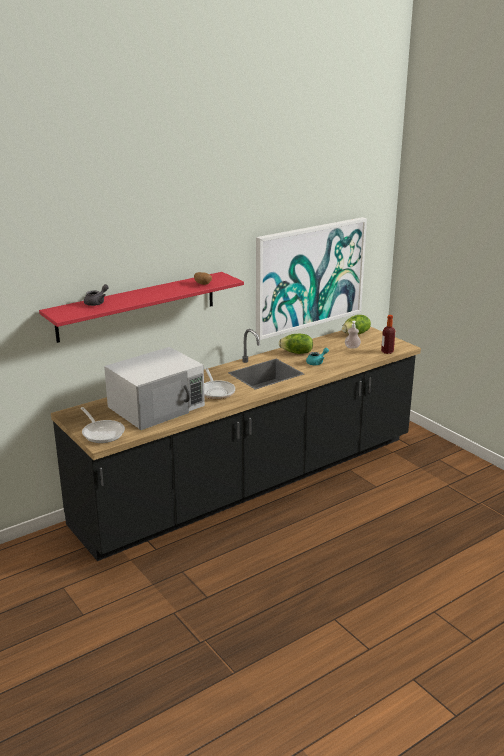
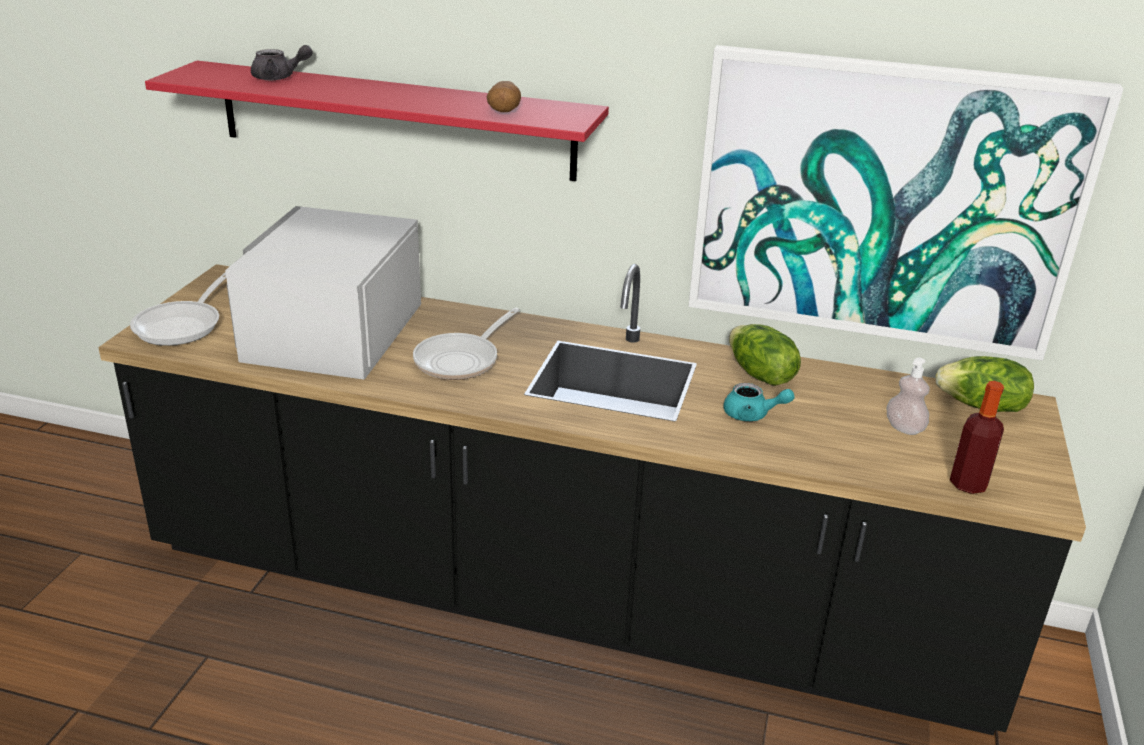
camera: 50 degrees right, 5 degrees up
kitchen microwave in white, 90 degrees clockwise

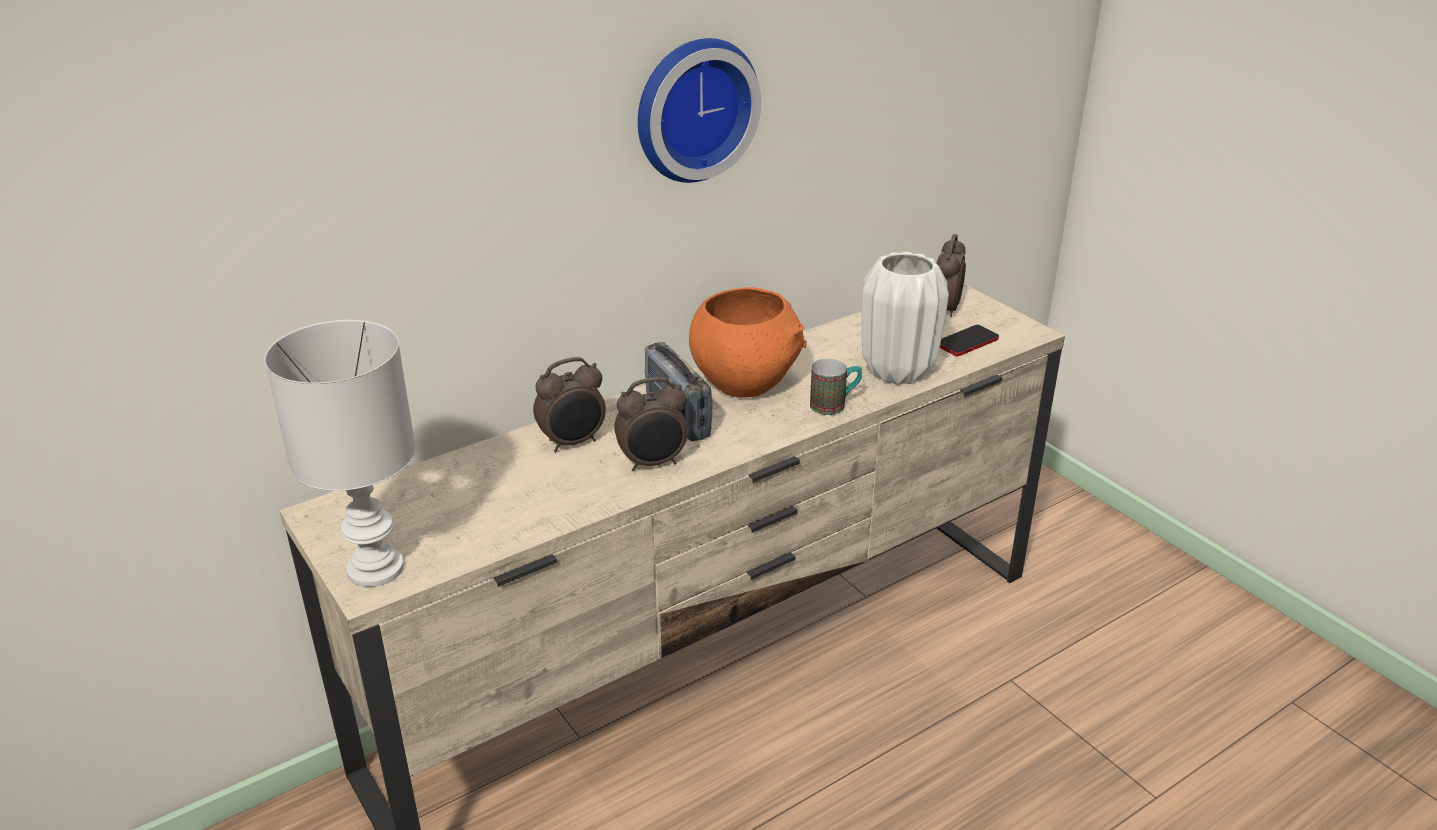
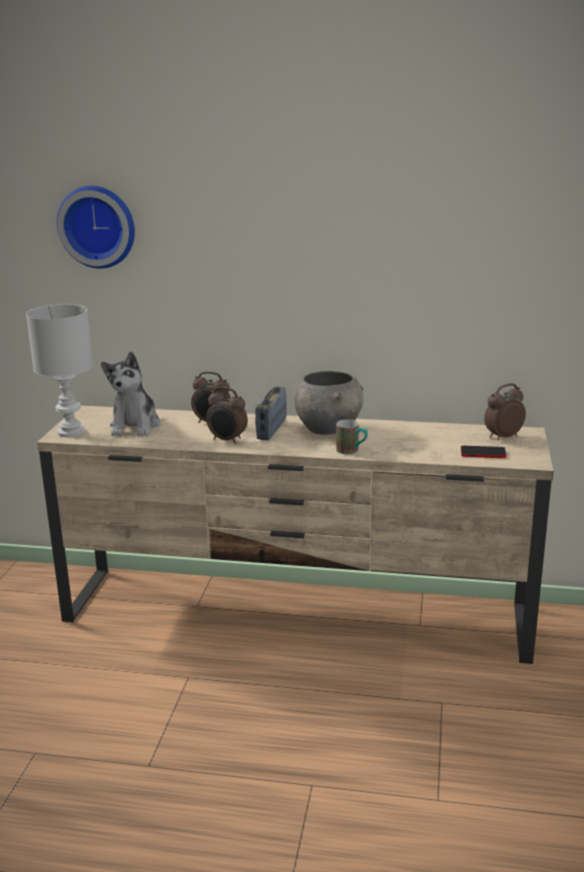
camera: 45 degrees right, 10 degrees down
flower vase in white → -
- → soft toy
hanging clock, moved
serving bowl in orange-coloured → serving bowl in gray

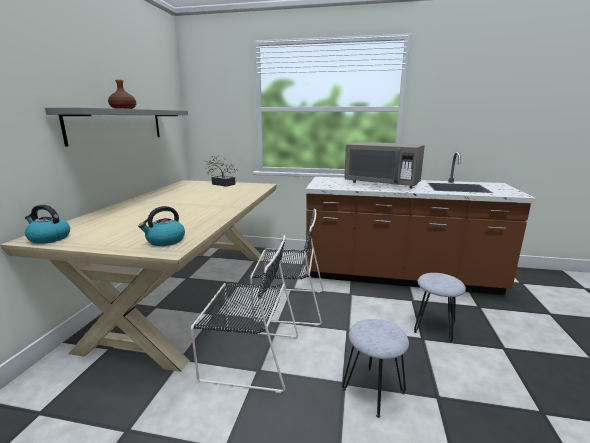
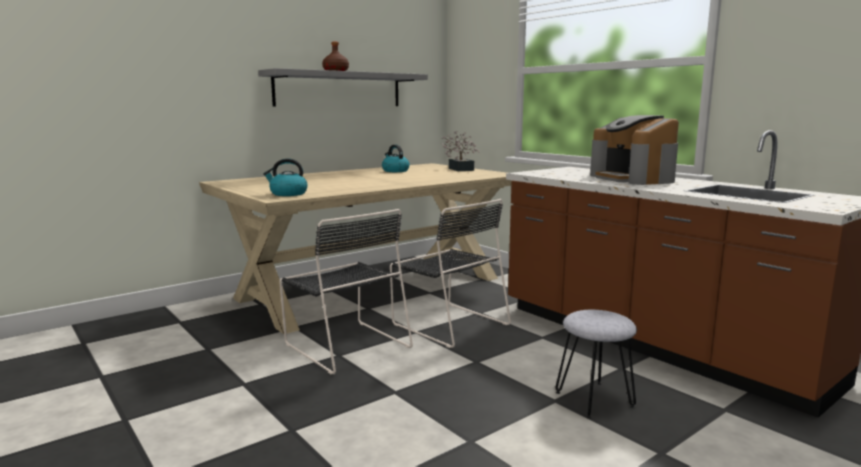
camera: 40 degrees right, 5 degrees down
stool seat in gray (1st from left) → -
kettle (1st from left in the first image) → kettle (2nd from left), moved
kitchen microwave in gray → coffee brewer

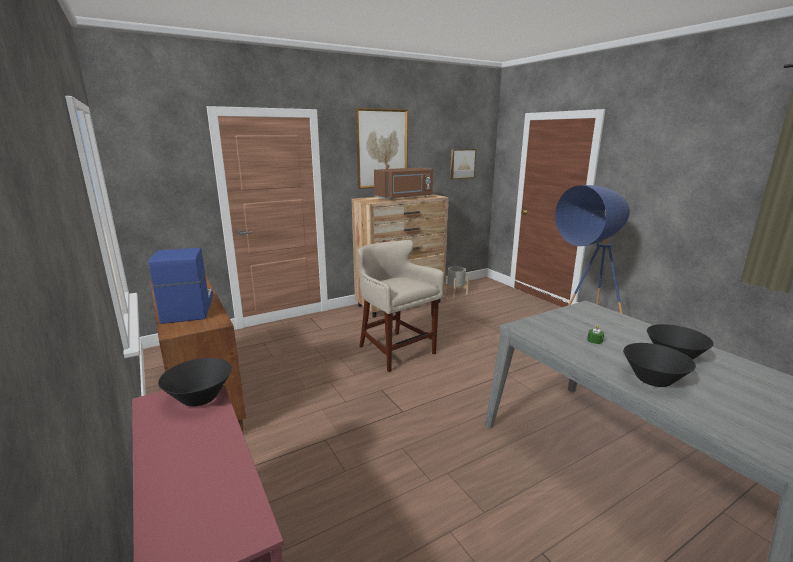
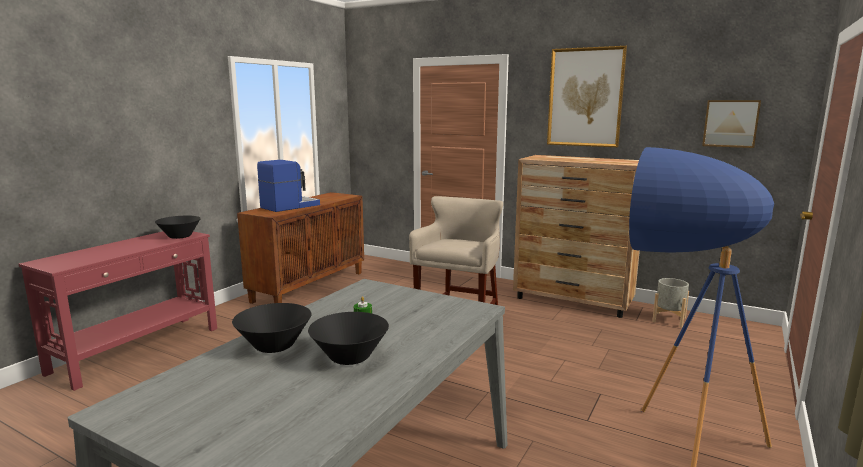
camera: 60 degrees right, 5 degrees down
kitchen microwave in brown-coloured → -

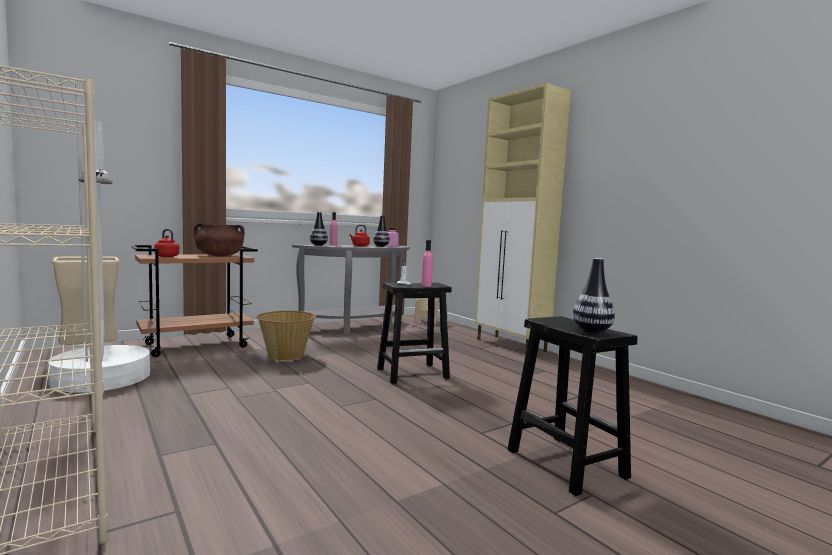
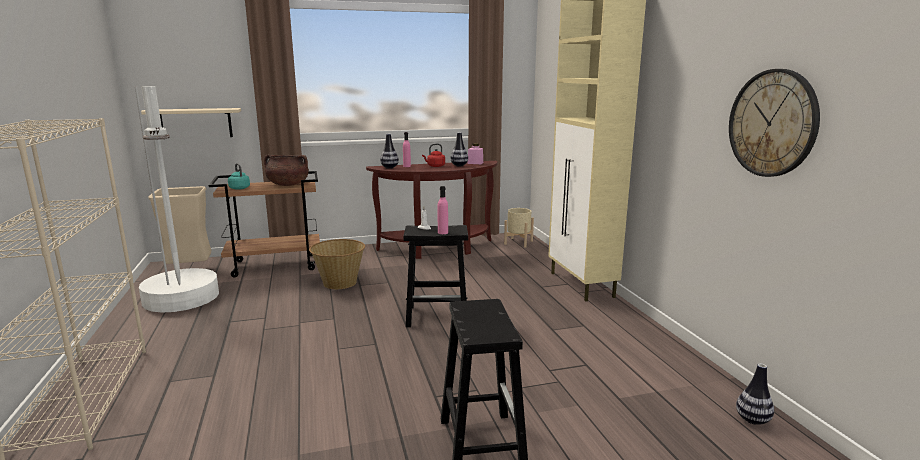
camera: 20 degrees right, 10 degrees up
- → shelf in beige
- → hanging clock
flower vase (3rd from left), moved
kettle in red-coloured (1st from left) → kettle in blue-green
hall table in gray → hall table in brown-coloured

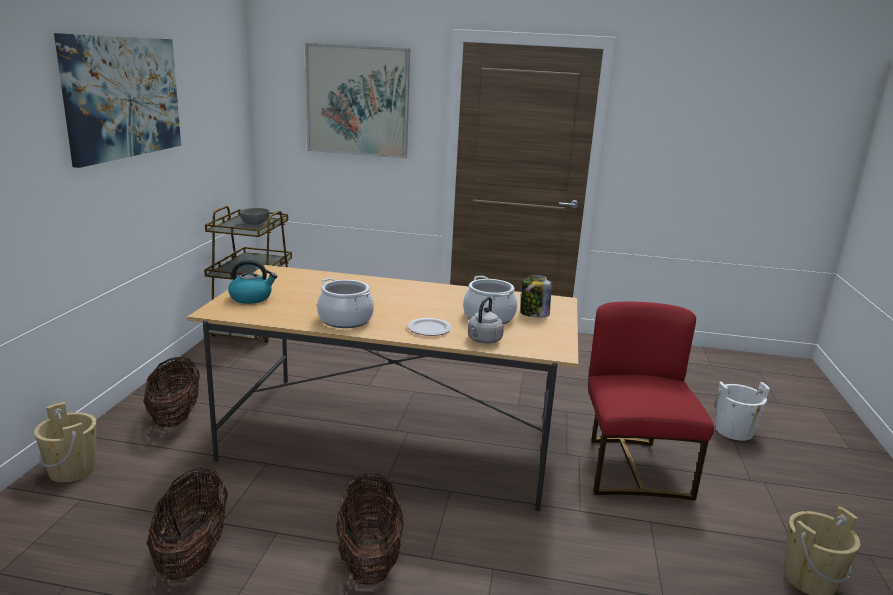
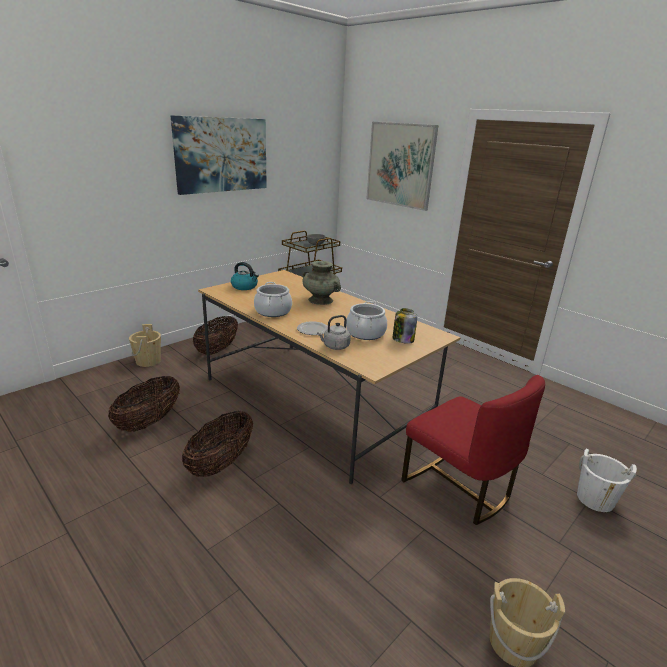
camera: 35 degrees right, 5 degrees up
- → flower vase in blue-green
plain chair in red-coloured, 105 degrees clockwise

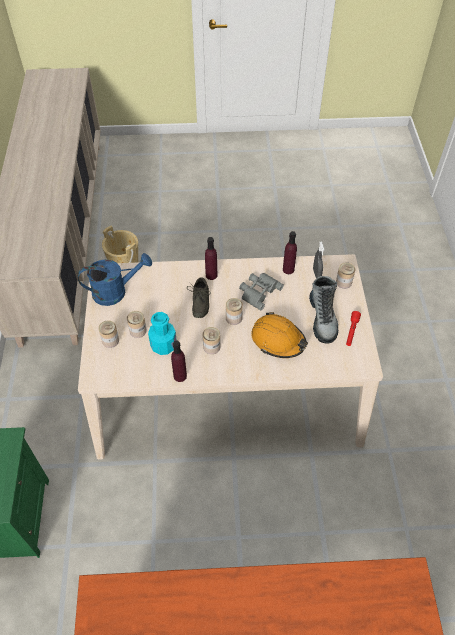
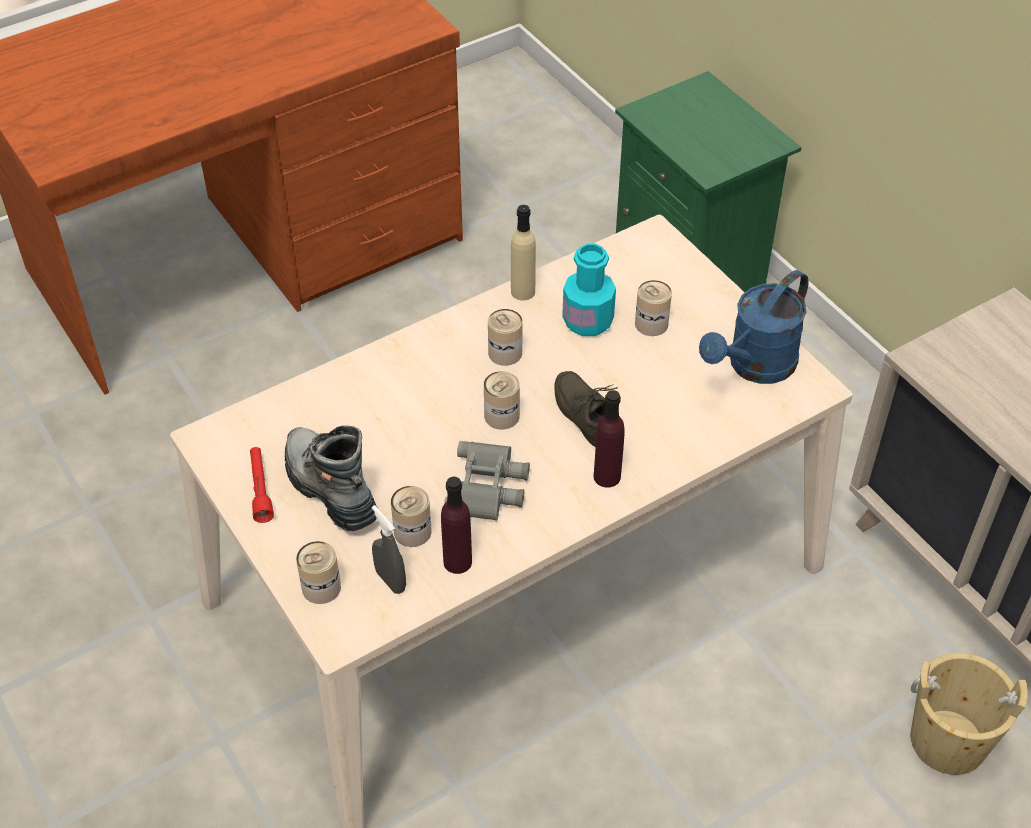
camera: 150 degrees right, 5 degrees down
safety helmet in orange-coloured → -
sealed can (1st from left in the first image) → sealed can (2nd from left), moved
bottle in purplish (1st from left) → bottle in beige

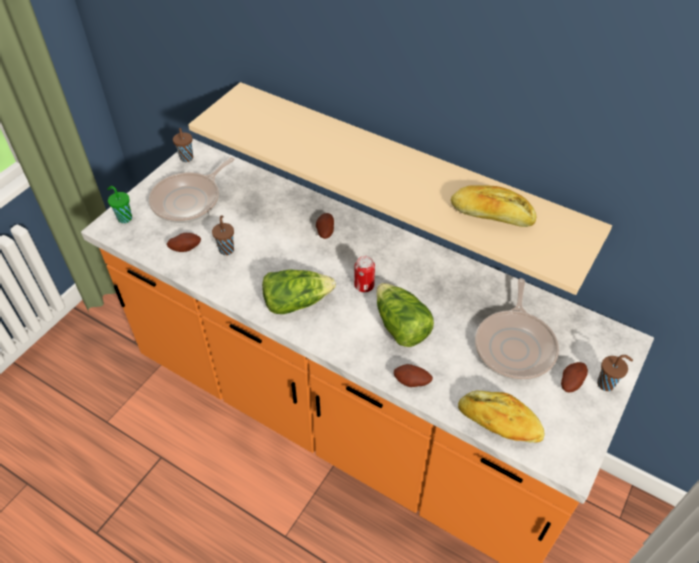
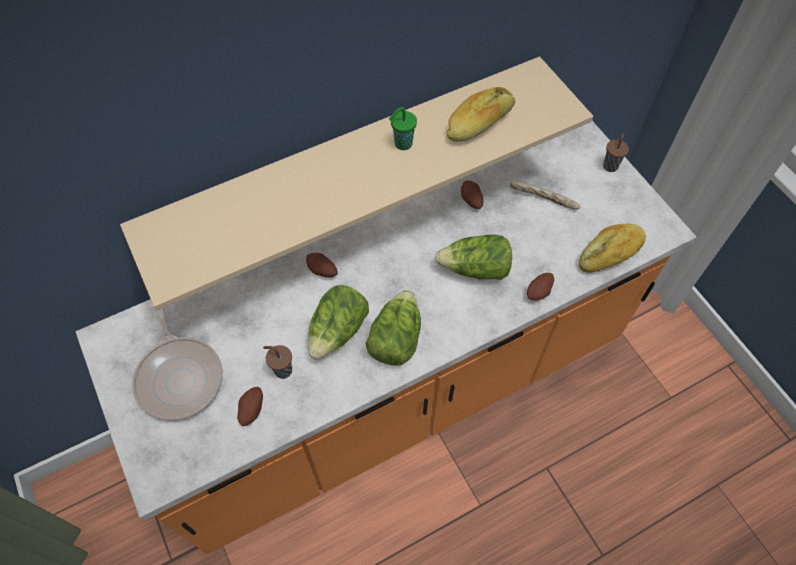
camera: 60 degrees left, 10 degrees up
drinking cup in brown-coloured (1st from left) → -
sealed can → -
- → lettuce head (1st from left)
drinking cup in green, moved
spud (4th from left in the first image) → spud (3rd from left), moved
pan (2nd from left) → bakery bread (2nd from left)

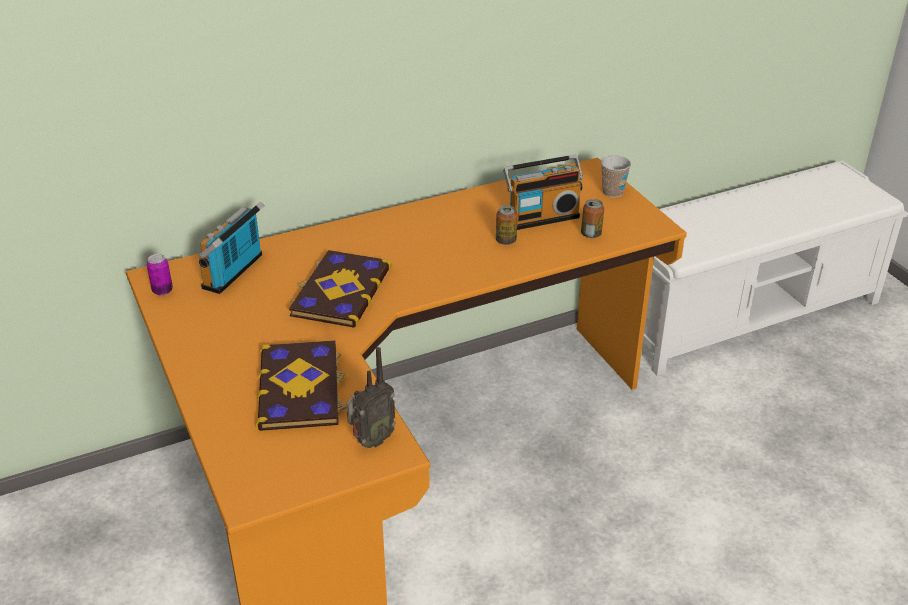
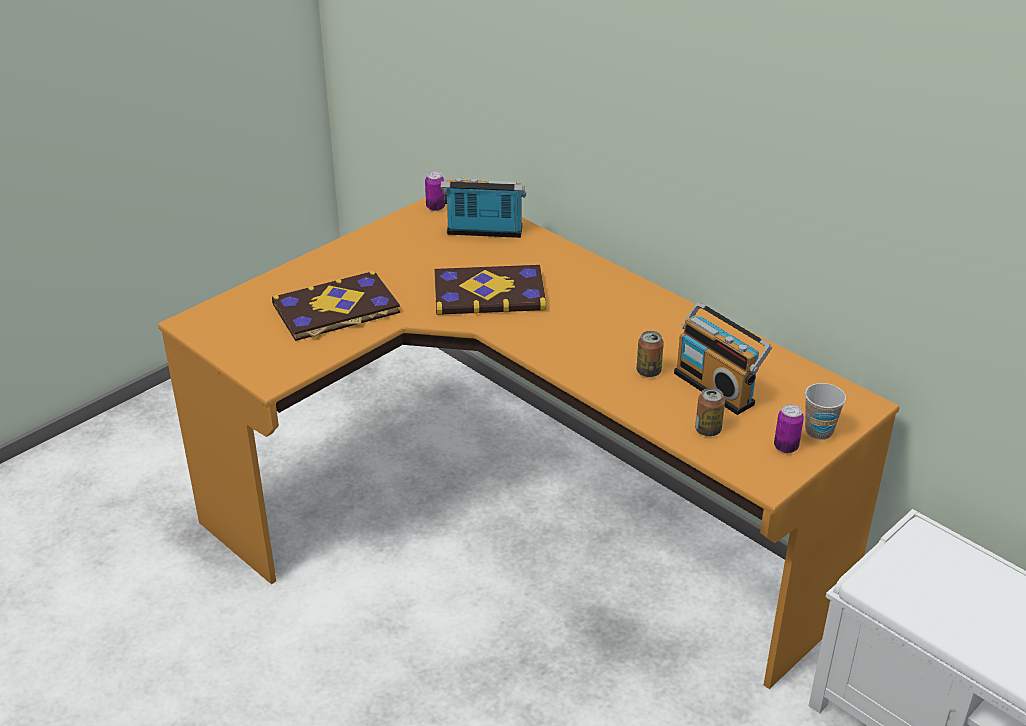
camera: 70 degrees right, 0 degrees up
radio (2nd from left) → -
- → sealed can (4th from left)

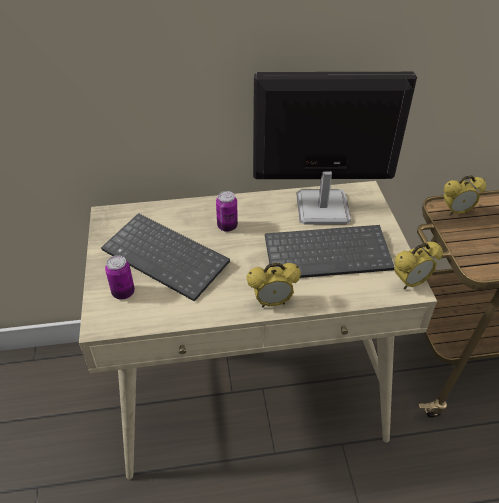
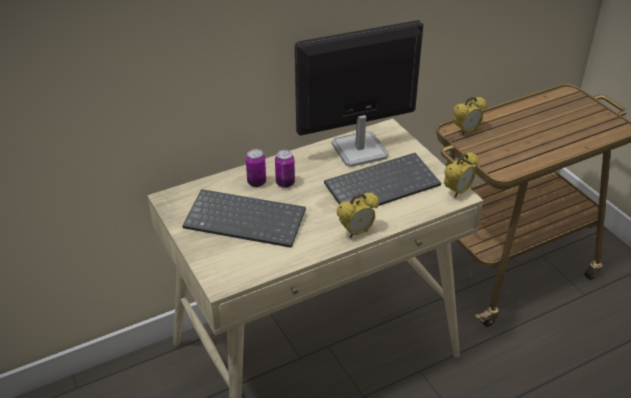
camera: 20 degrees left, 5 degrees down
sealed can (1st from left), moved

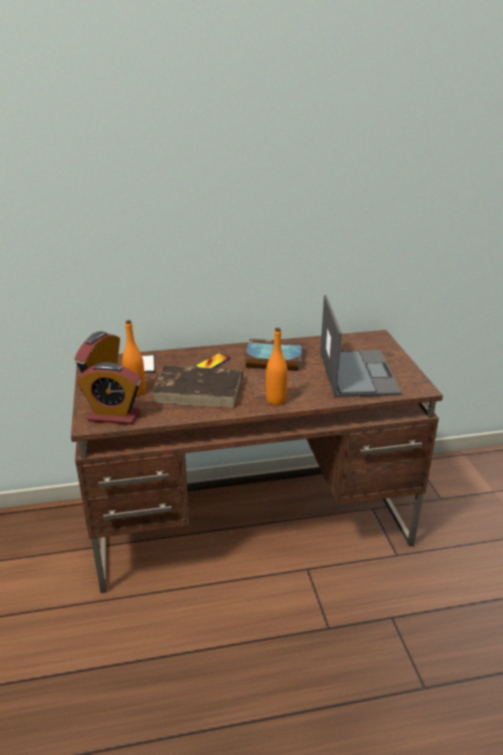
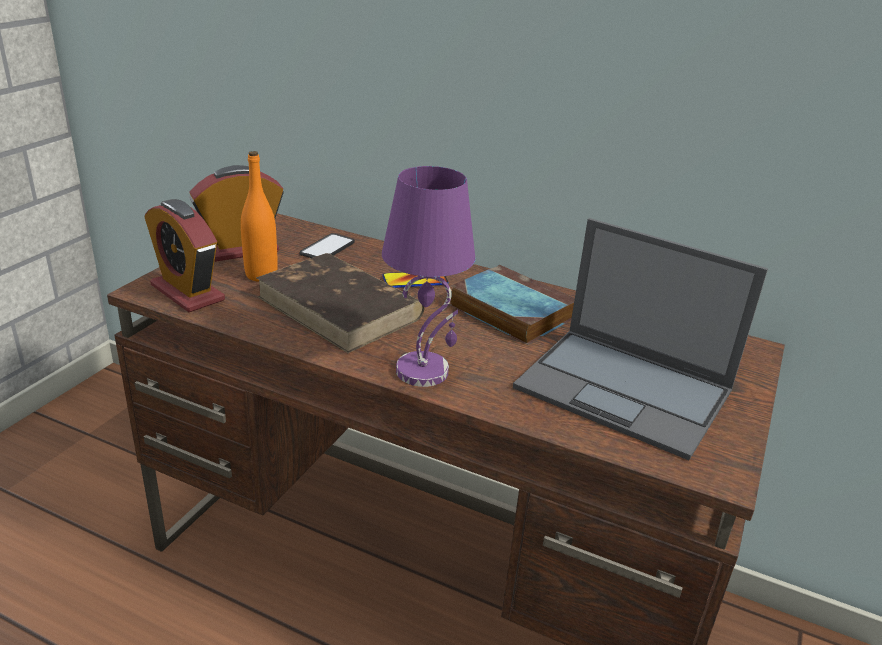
camera: 35 degrees right, 0 degrees up
bottle in orange-coloured (2nd from left) → lamp for a table in purplish
notebook computer, 90 degrees clockwise

